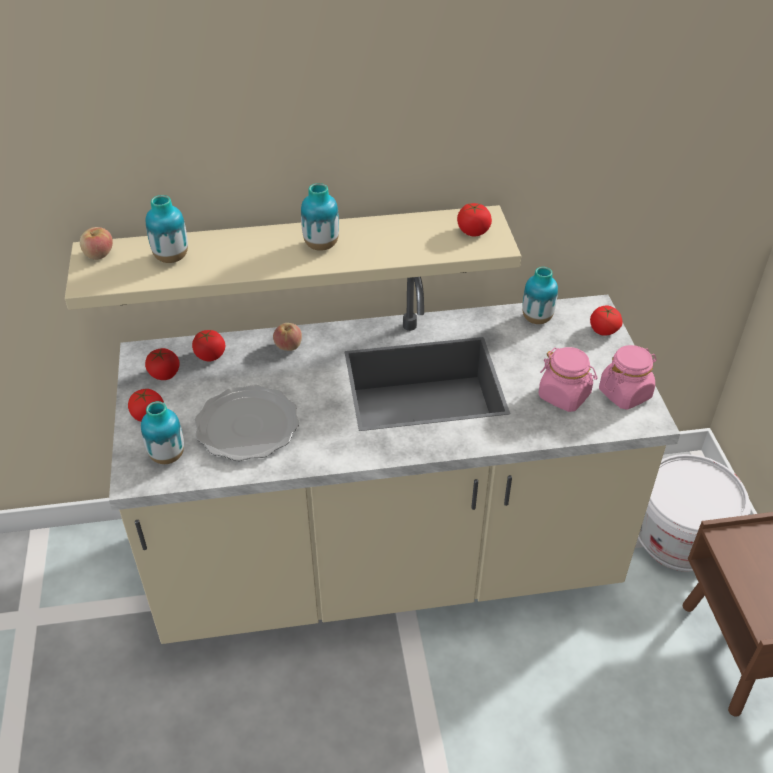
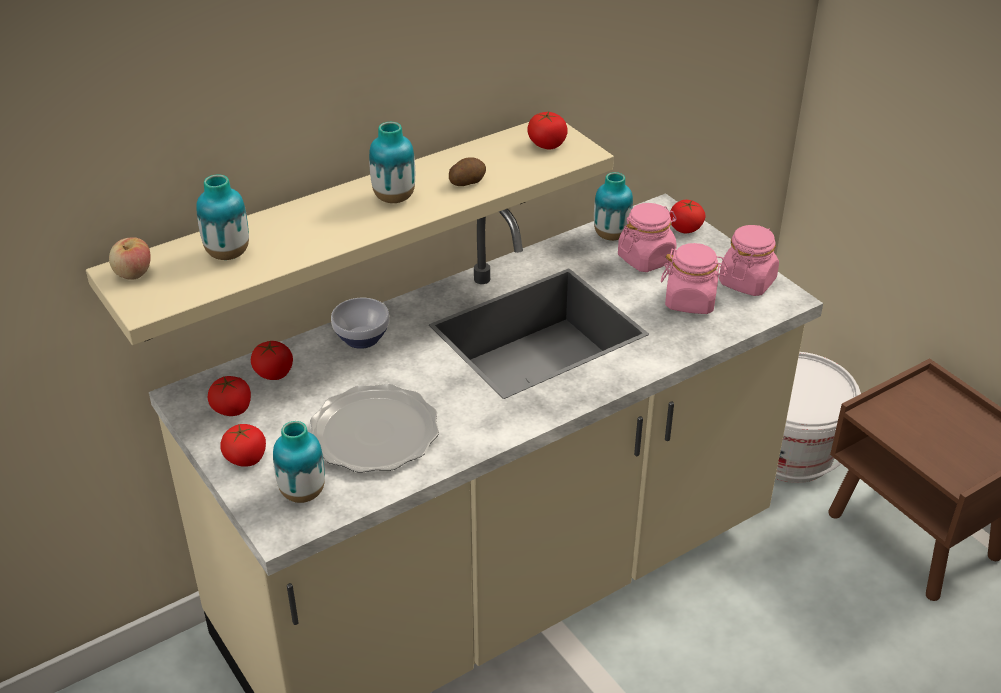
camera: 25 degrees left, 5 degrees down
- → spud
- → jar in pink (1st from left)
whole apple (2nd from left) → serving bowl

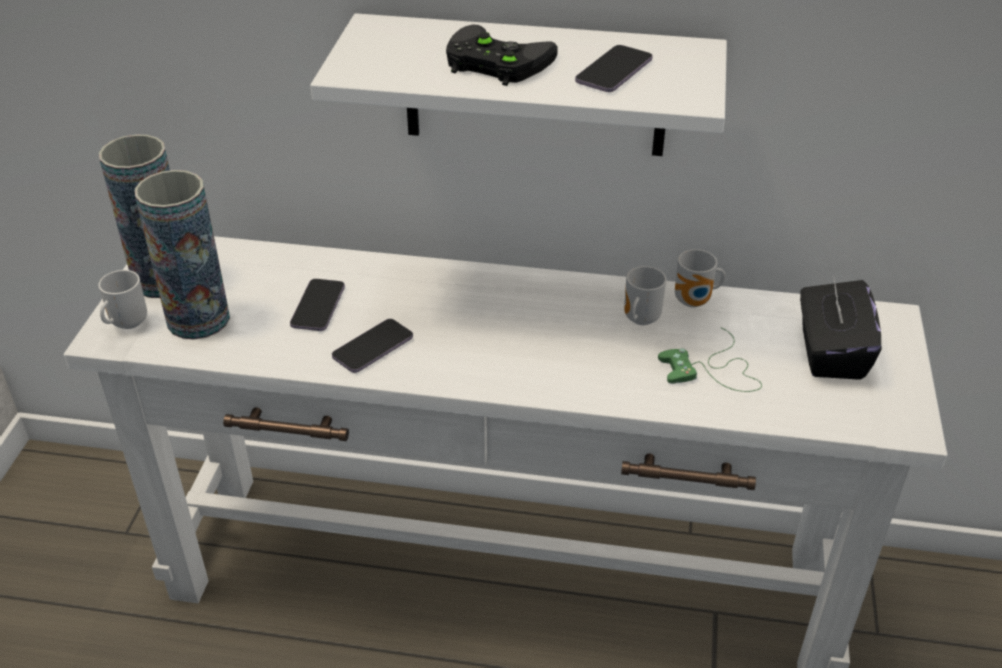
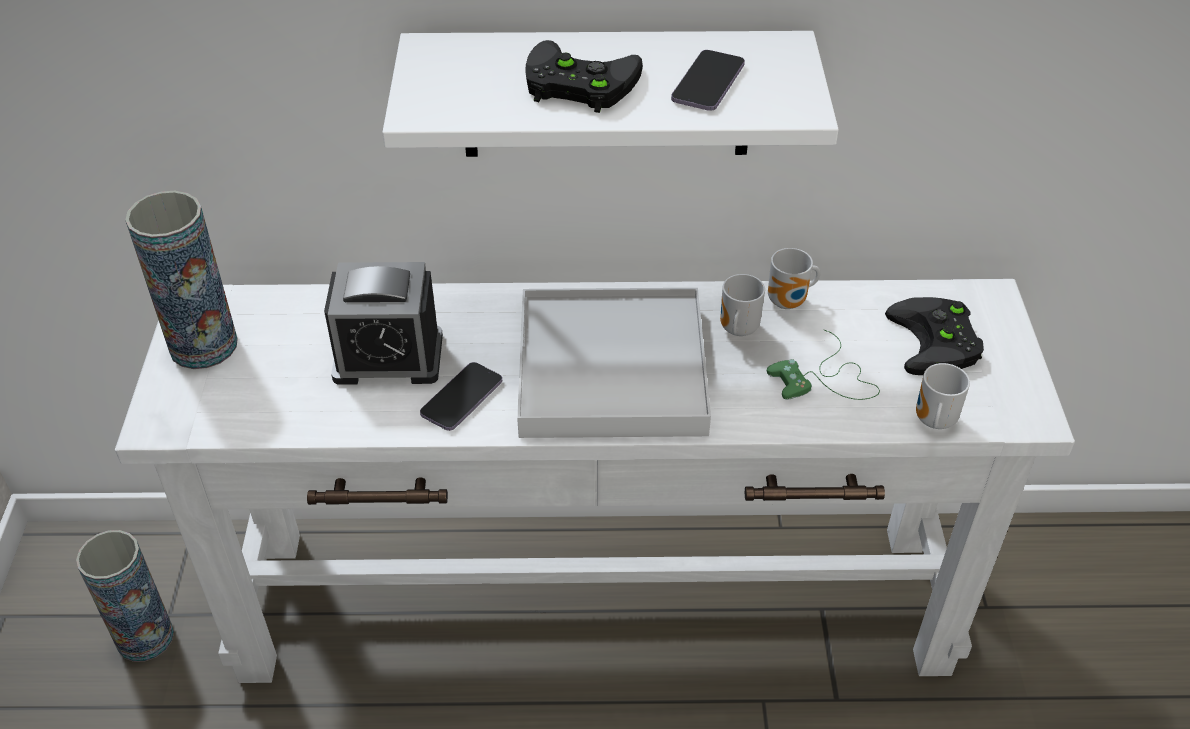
camera: 10 degrees left, 5 degrees up
- → carrying tray in white
mug (1st from left in the first image) → mug (3rd from left), moved
flower vase (2nd from left in the first image) → flower vase (1st from left), moved
telephone (1st from left) → table clock
tissue box in black → joypad in black (2nd from left)

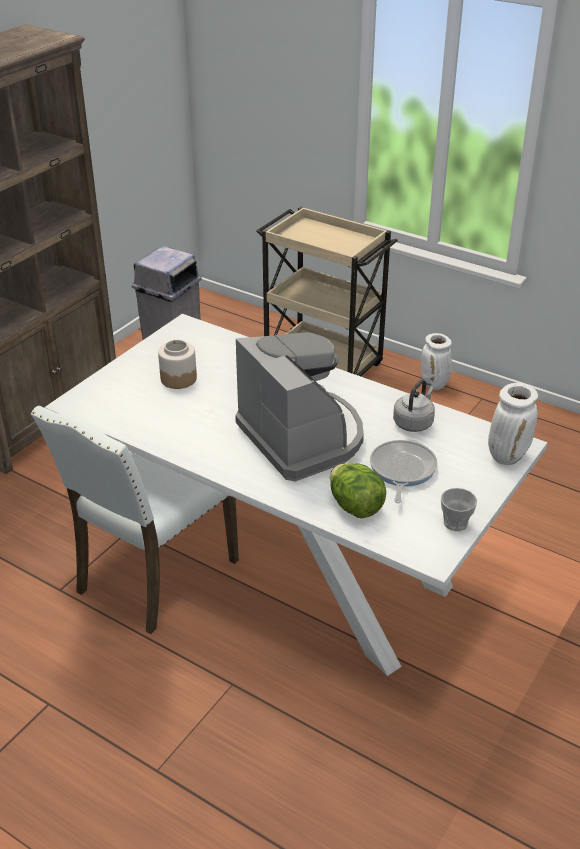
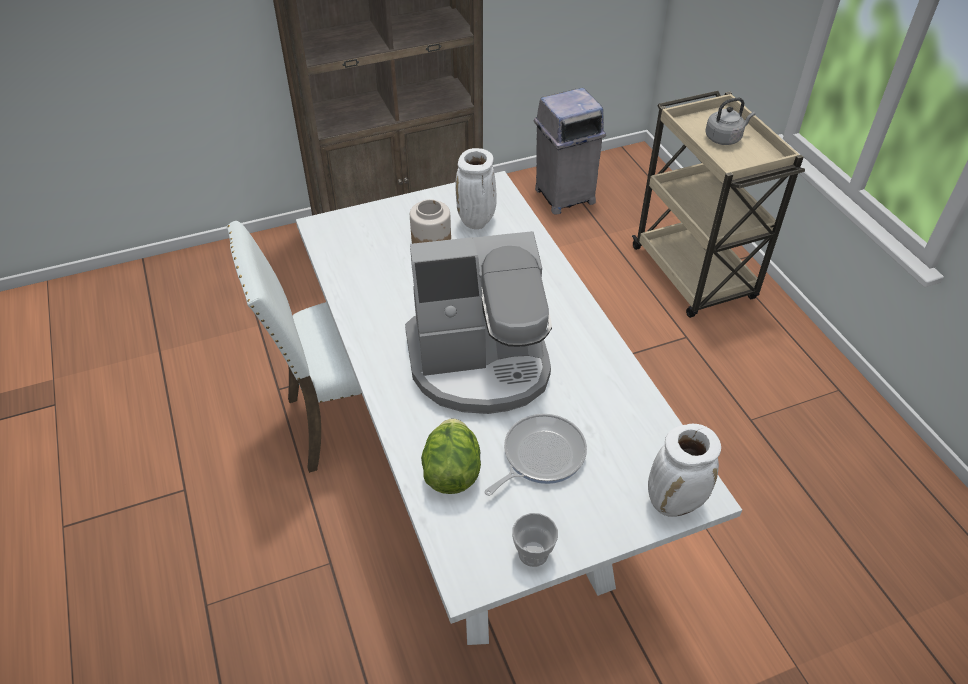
camera: 35 degrees right, 10 degrees up
kettle in gray, moved
flower vase in white (1st from left), moved
coffee brewer, 75 degrees clockwise

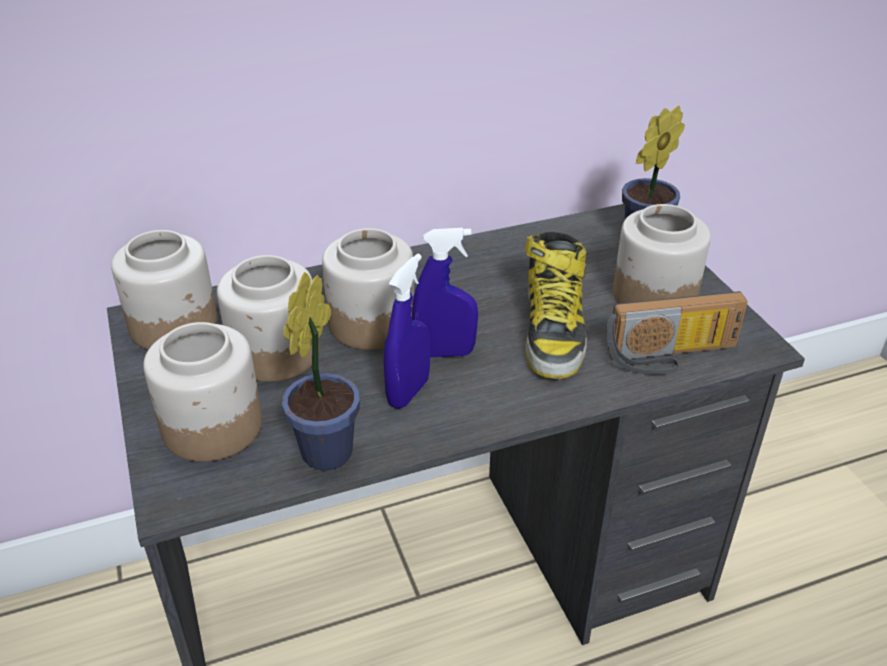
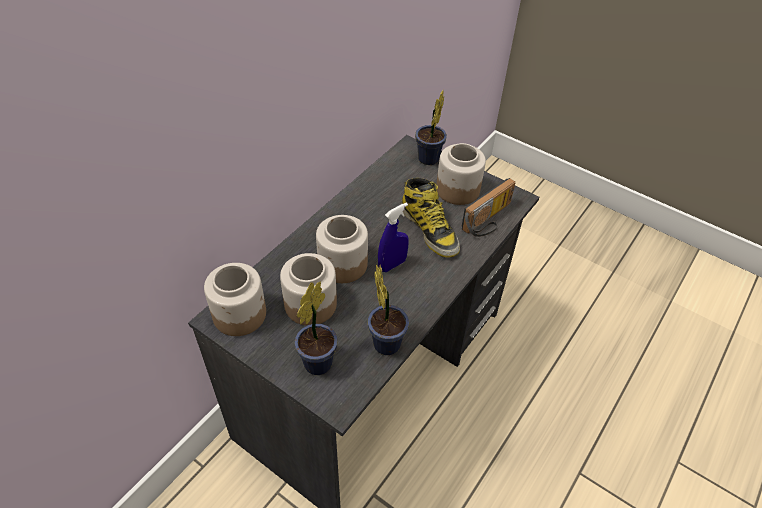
camera: 35 degrees left, 10 degrees up
spray bottle in blue-coloured (1st from left) → -
jar (2nd from left) → houseplant (1st from left)

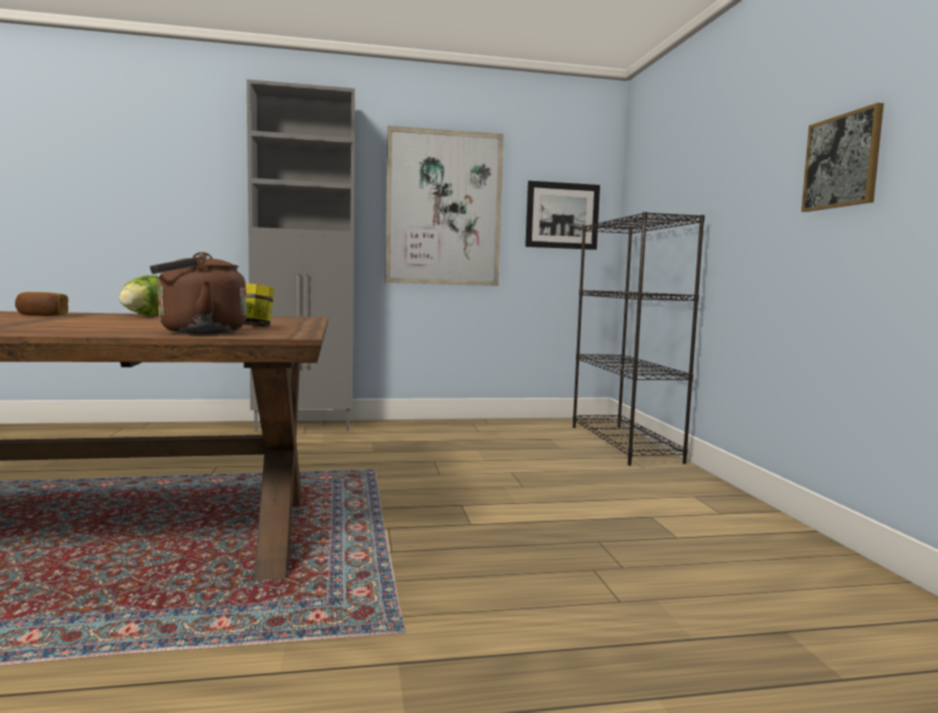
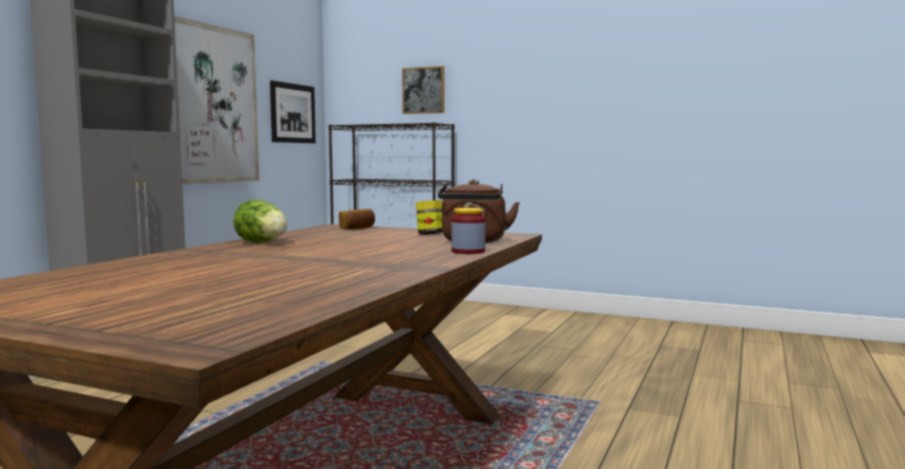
camera: 55 degrees left, 0 degrees up
- → jar (2nd from left)
bakery bread, moved
wall picture (3rd from left), moved

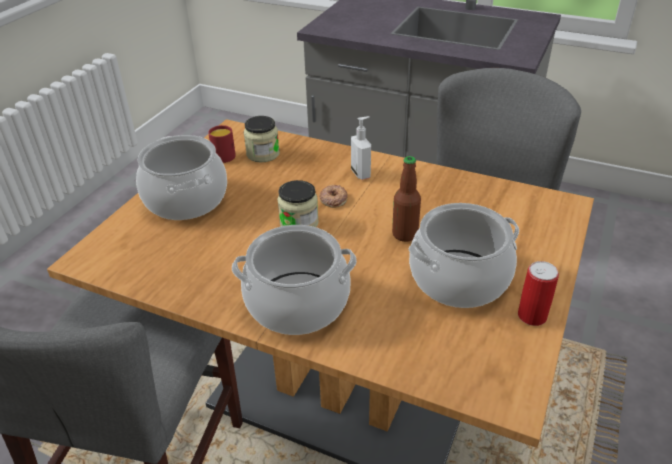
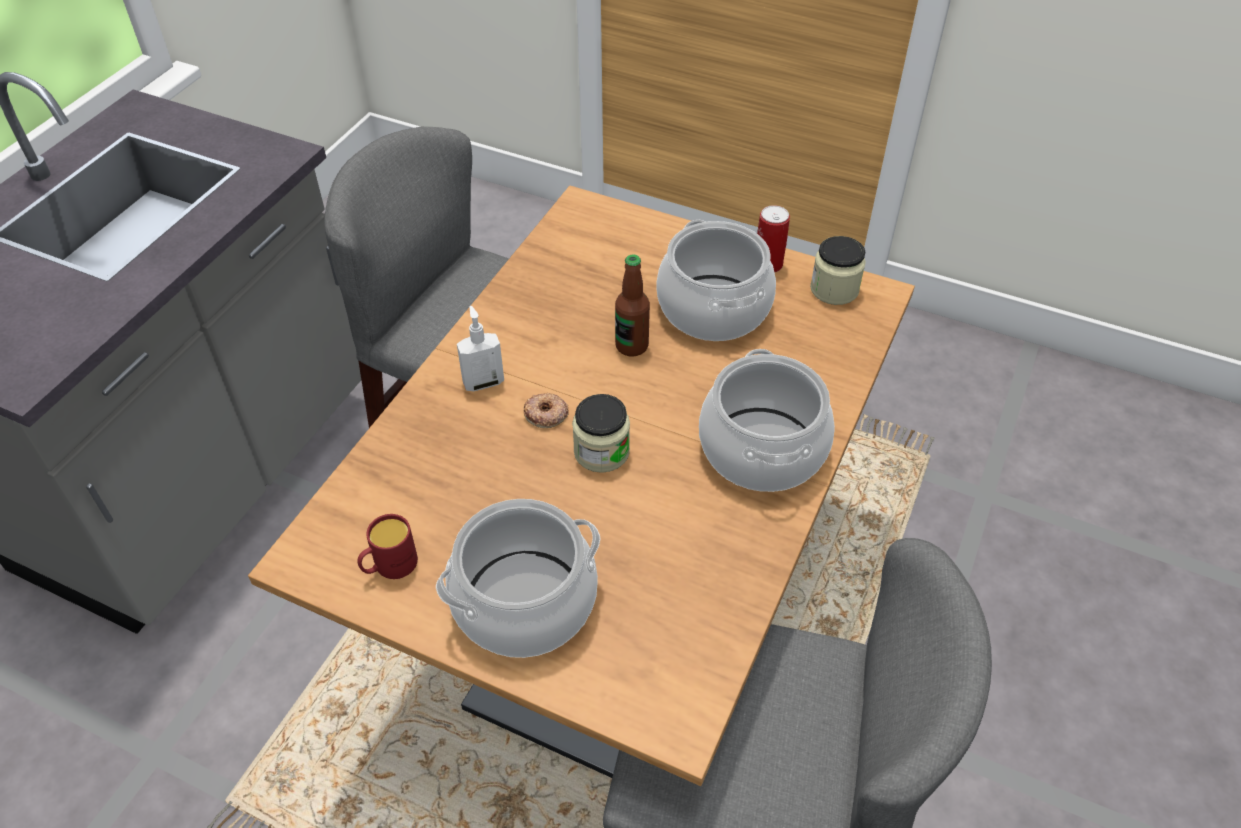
camera: 90 degrees left, 10 degrees up
jar (1st from left in the first image) → jar (2nd from left), moved

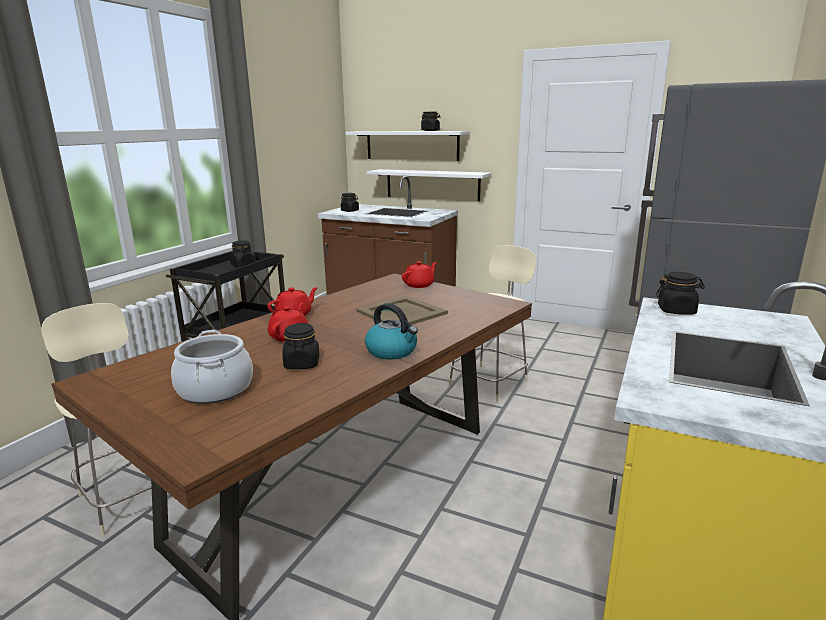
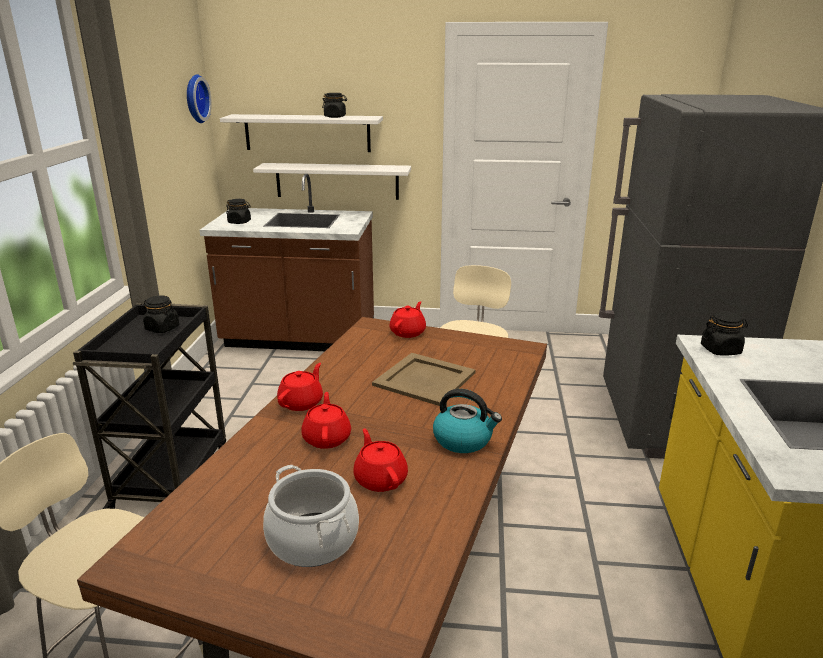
camera: 20 degrees left, 5 degrees up
- → hanging clock
jar in black (2nd from left) → teapot in red-coloured (3rd from left)

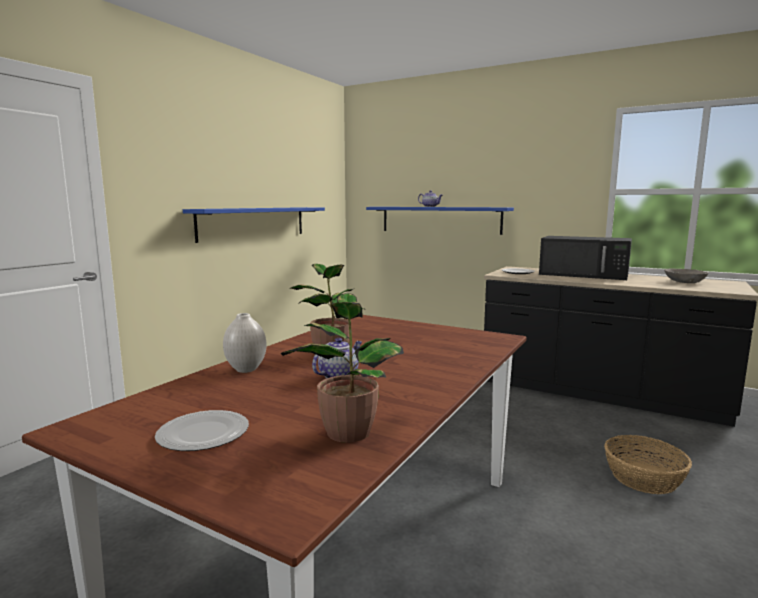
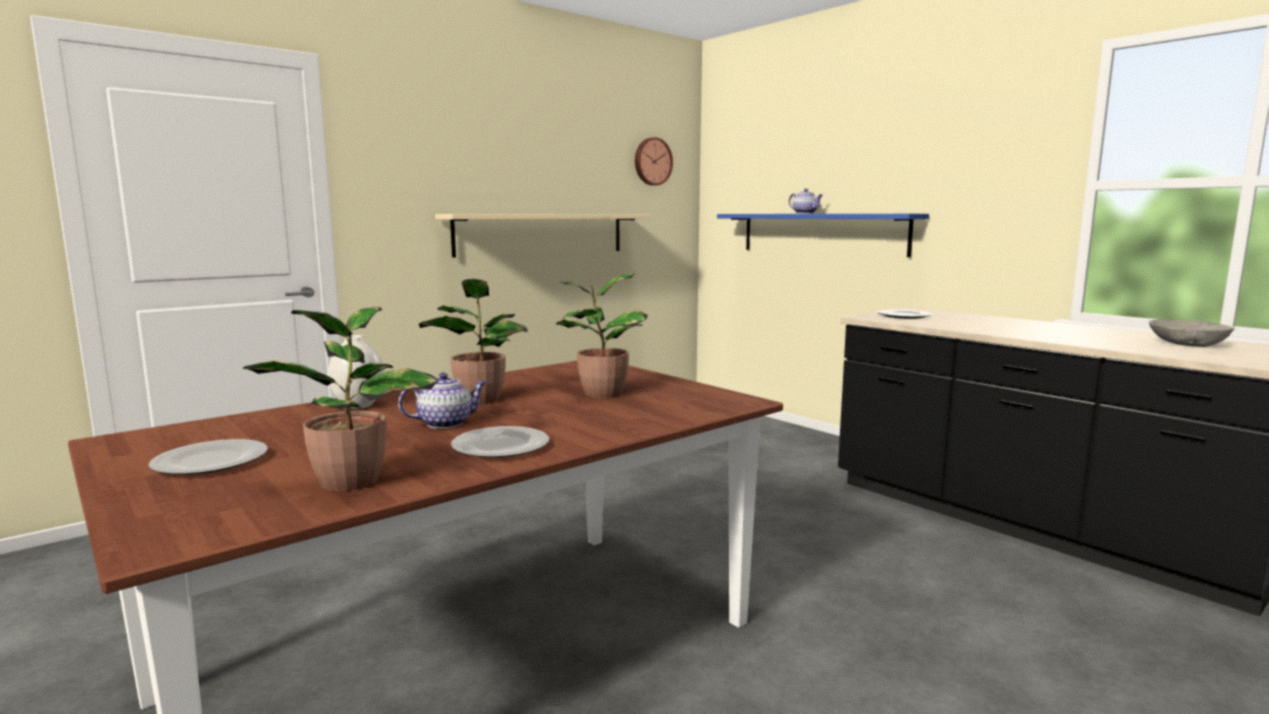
camera: 20 degrees right, 0 degrees up
kitchen microwave in black → -
basket → -
- → dinner plate (2nd from left)
- → houseplant (3rd from left)
- → hanging clock
shelf in blue-coloured (1st from left) → shelf in beige

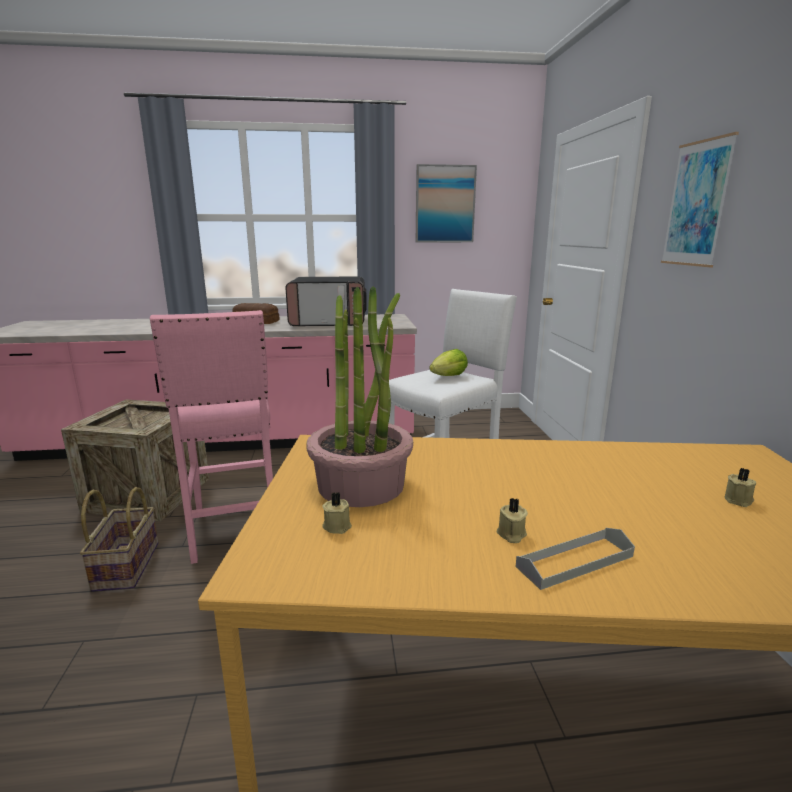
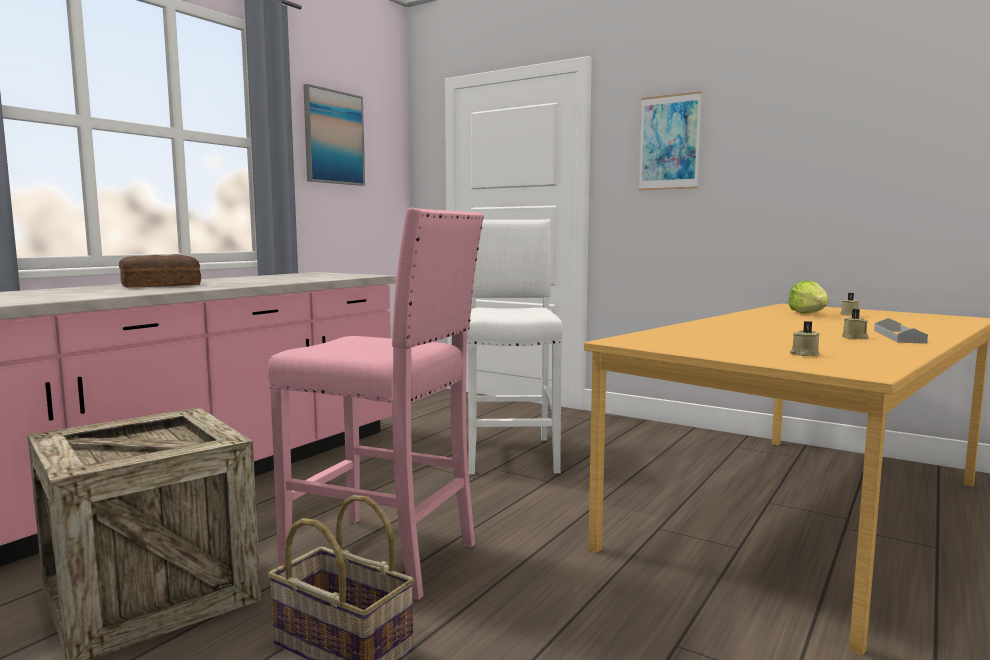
camera: 50 degrees left, 10 degrees down
kitchen microwave → -
houseplant → -
lettuce head, moved

